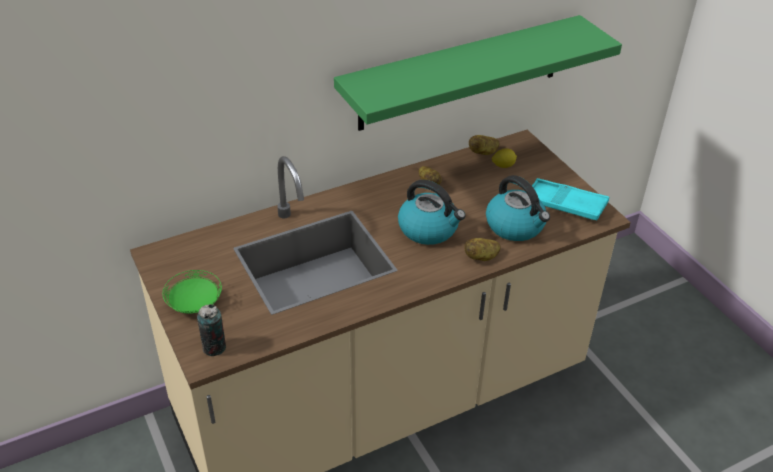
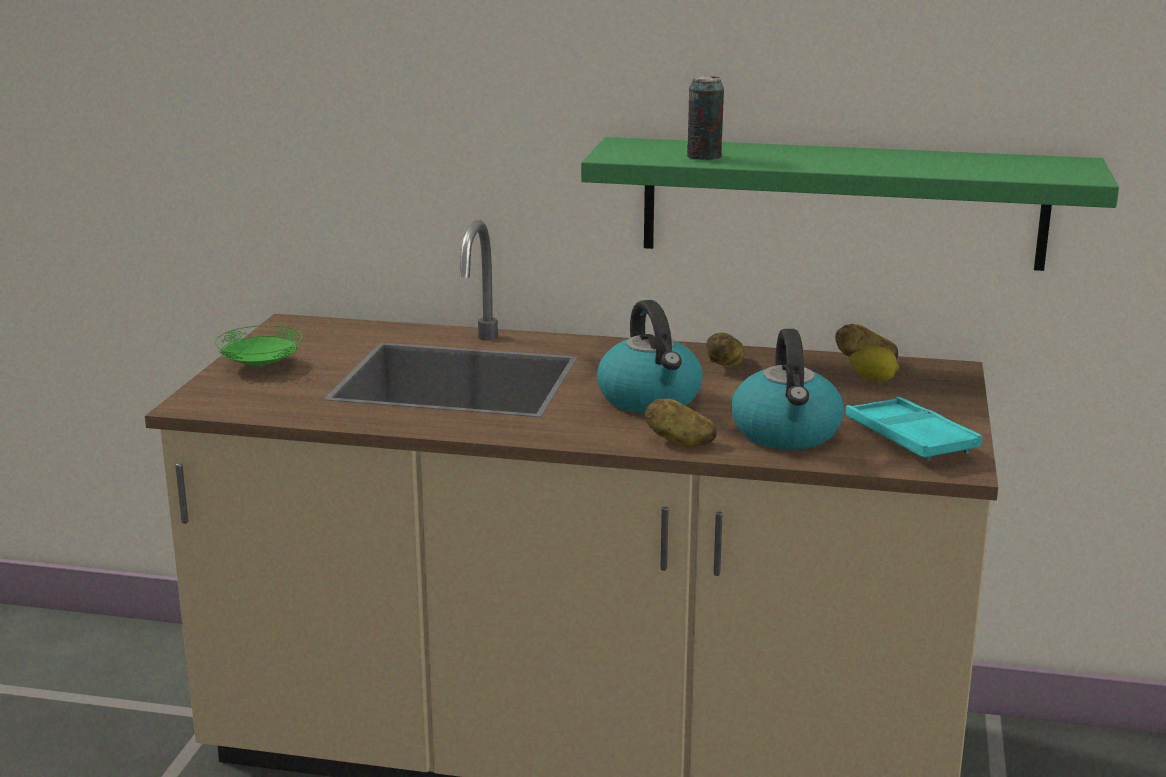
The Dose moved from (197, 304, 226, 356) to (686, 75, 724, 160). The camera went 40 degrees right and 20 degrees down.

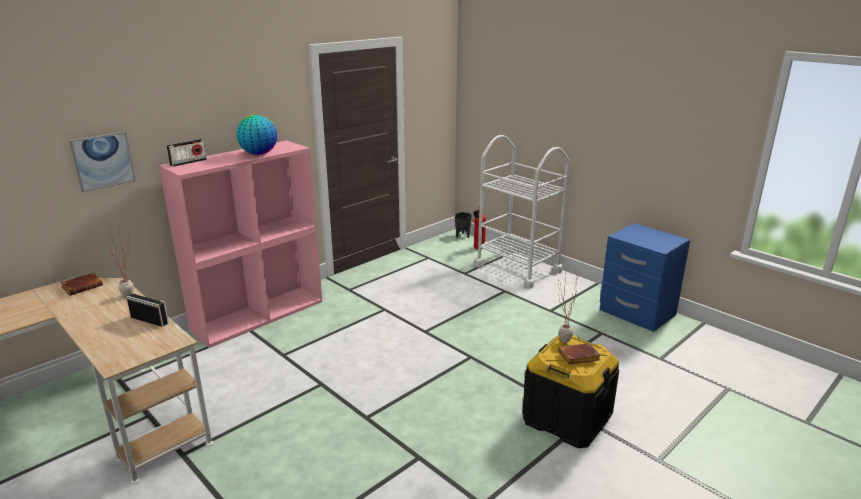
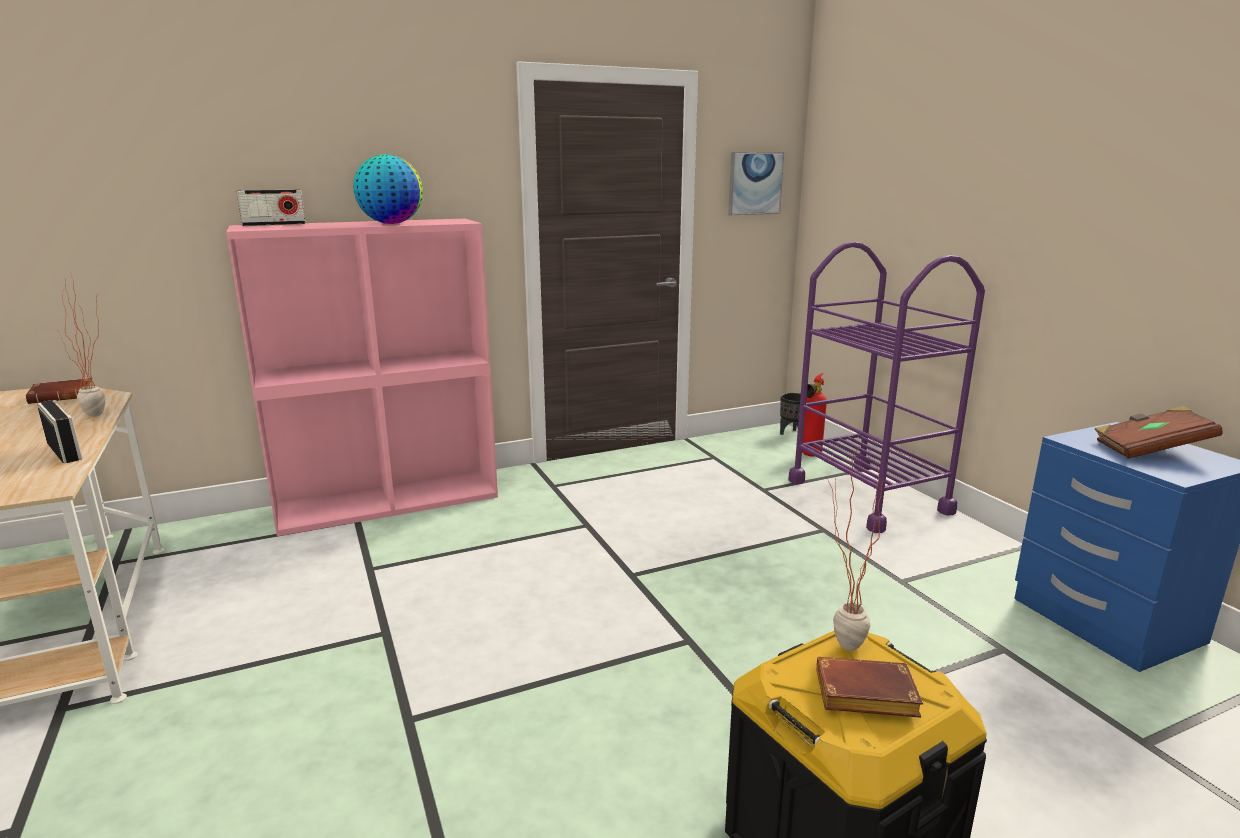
The Buch [braun] at (1094, 406, 1222, 459) appeared. The Bild moved from (69, 132, 136, 192) to (728, 152, 784, 215). The Rollwagen [weiß] at (475, 135, 570, 289) became the Rollwagen [lila] at (788, 242, 985, 533). The camera went 20 degrees right and 5 degrees down.

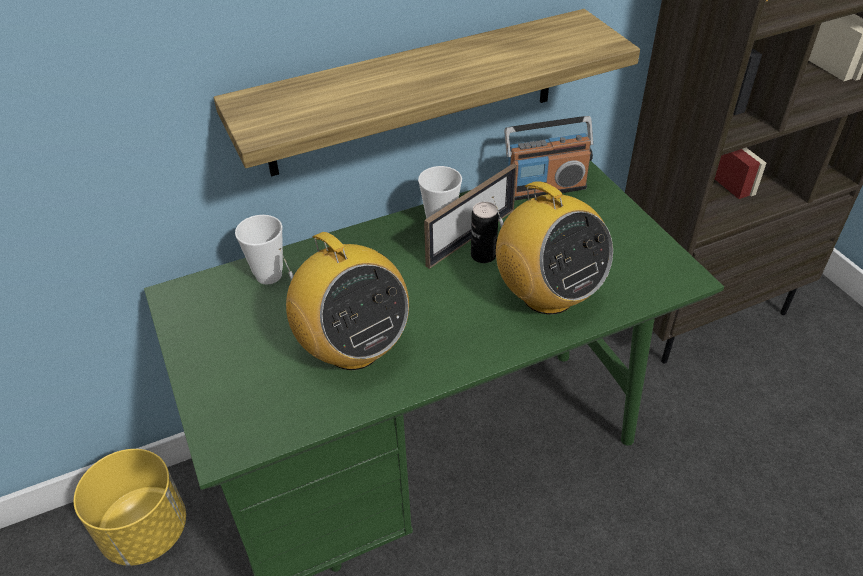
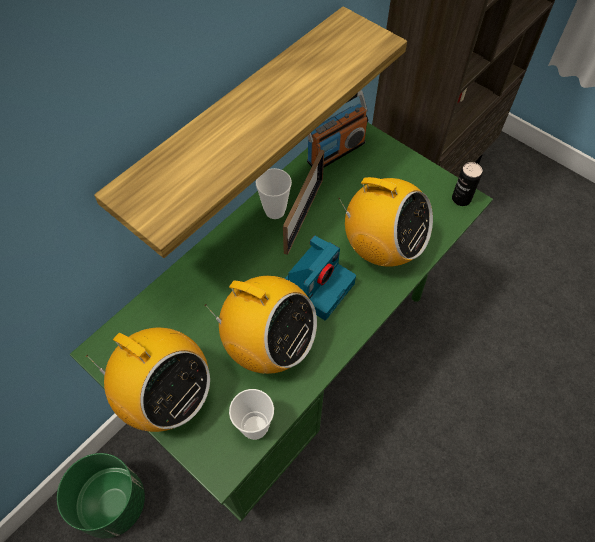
The Radio at (86, 327, 210, 432) appeared. The Kamera at (285, 235, 356, 320) appeared. The Tasse moved from (235, 215, 283, 285) to (229, 389, 274, 440). The Dose moved from (471, 202, 499, 263) to (452, 162, 482, 206). The Pflanzkübel [gelb] at (74, 449, 186, 566) became the Pflanzkübel [grün] at (57, 453, 145, 539). The camera went 25 degrees left and 15 degrees up.

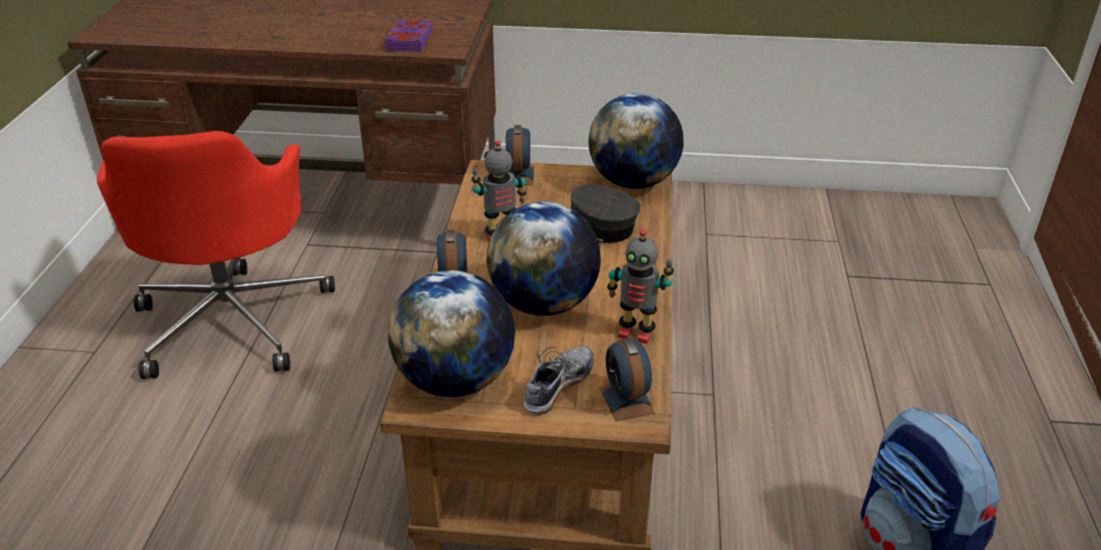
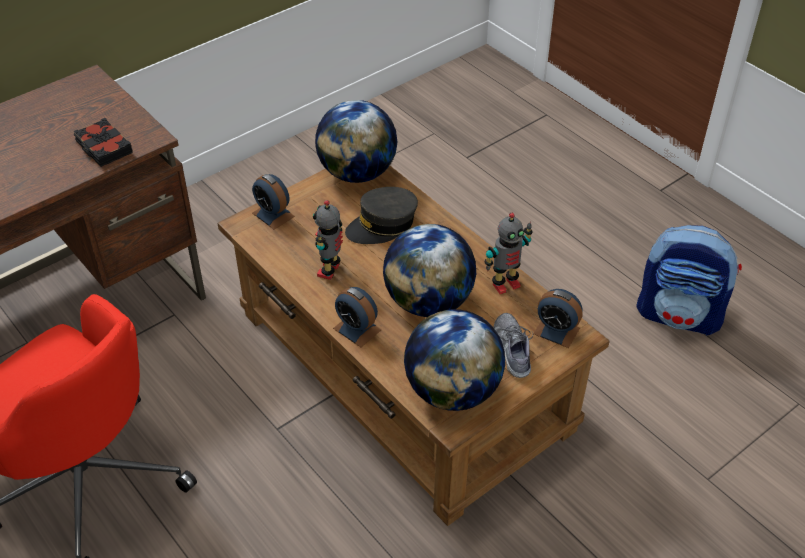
The Buch [lila] at (385, 19, 432, 52) became the Buch [schwarz] at (73, 118, 133, 167). The camera went 45 degrees left and 10 degrees up.

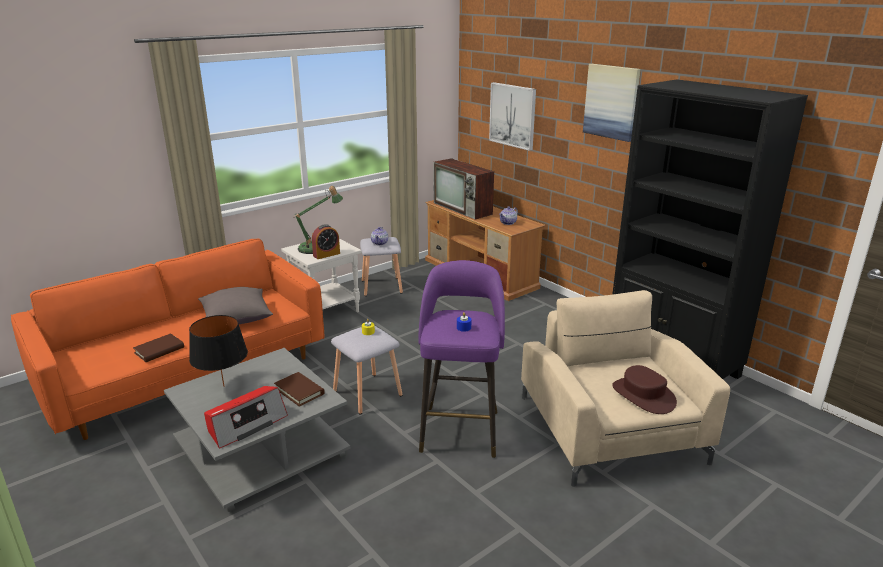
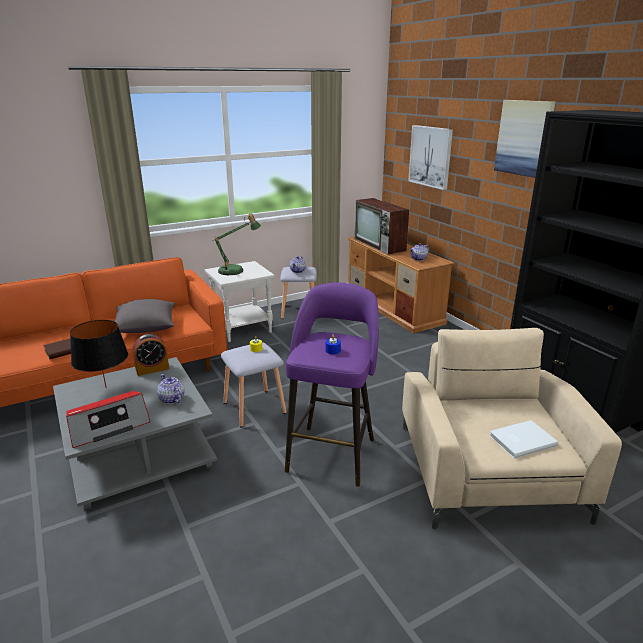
The Wecker moved from (312, 224, 340, 259) to (133, 334, 169, 376). The Buch [braun] at (274, 372, 325, 407) was replaced by the Teekanne at (157, 374, 185, 404). The Hut [braun] at (612, 365, 677, 414) was replaced by the Buch [weiß] at (489, 420, 558, 459). The camera went 10 degrees right and 0 degrees up.

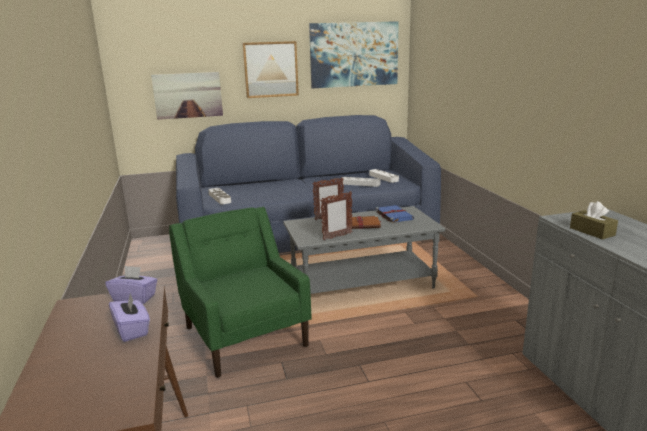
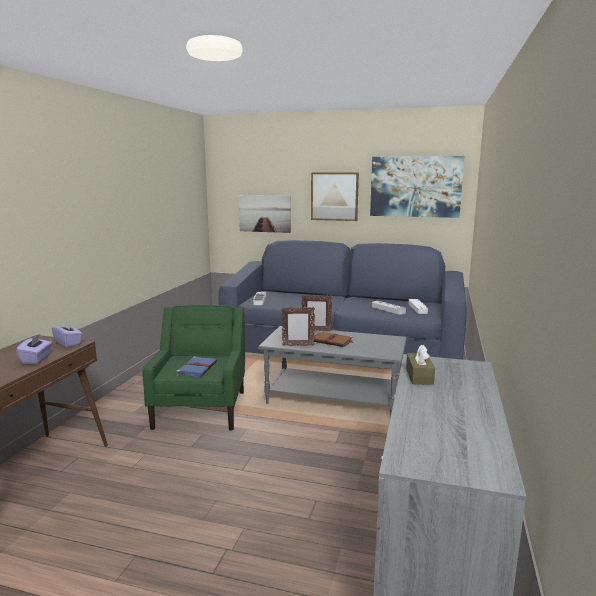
The Buch [blau] moved from (376, 205, 414, 223) to (177, 356, 217, 377). The camera went 30 degrees right and 5 degrees down.

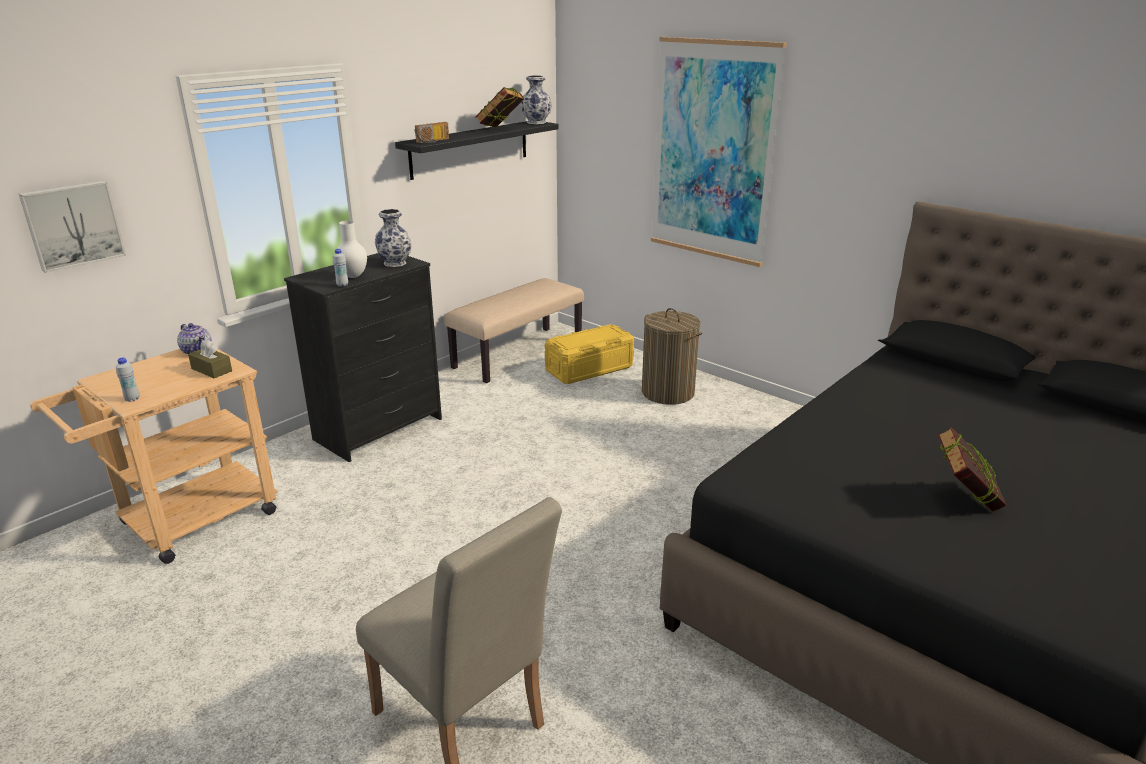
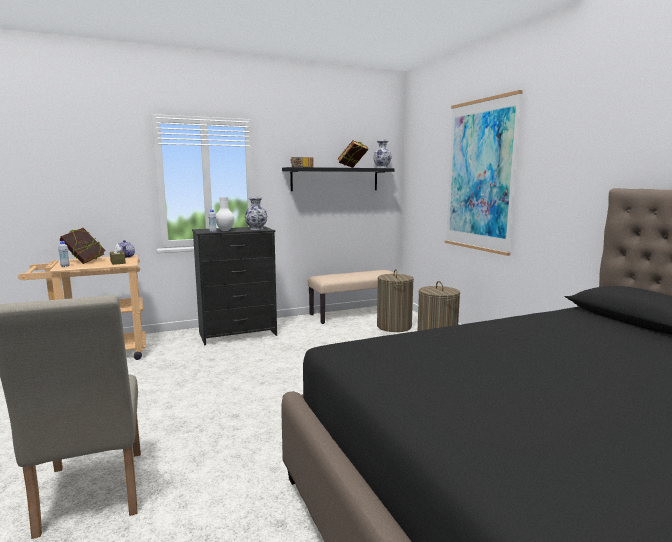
The Bild at (19, 181, 126, 273) disappeared. The Buch moved from (938, 427, 1006, 512) to (60, 228, 106, 264). The Aufbewahrungsbox [gelb] at (545, 324, 634, 384) was replaced by the Wäschekorb at (377, 269, 414, 332). The camera went 25 degrees right and 15 degrees down.

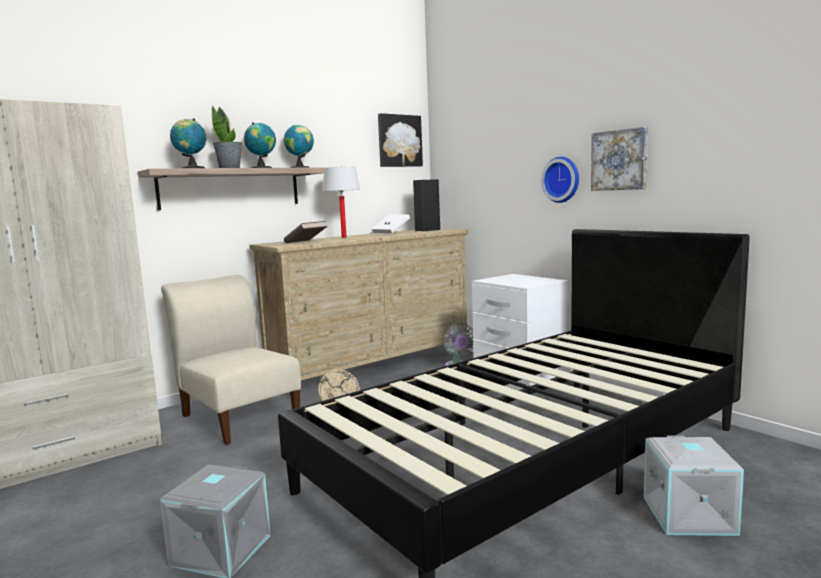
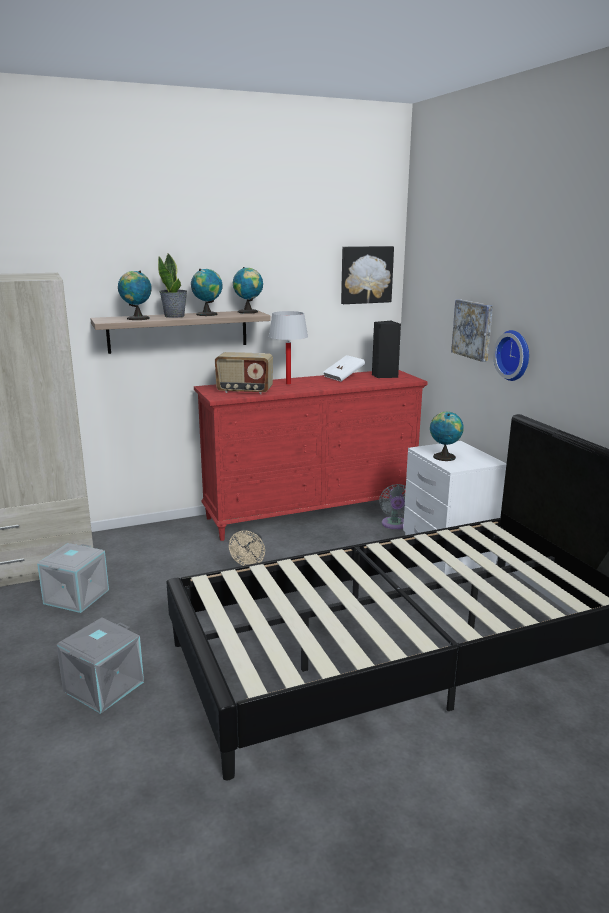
The Stuhl [beige] at (161, 275, 301, 445) disappeared. The Globus at (430, 412, 464, 461) appeared. The Bild moved from (591, 127, 648, 191) to (451, 300, 493, 362). The Aufbewahrungsbox [grau] moved from (644, 435, 744, 536) to (37, 543, 109, 613). The Buch [braun] at (284, 221, 328, 243) was replaced by the Radio at (215, 352, 273, 394). The Kommode [beige] at (249, 228, 469, 380) became the Kommode [rot] at (194, 370, 428, 541). The camera went 15 degrees right and 10 degrees up.

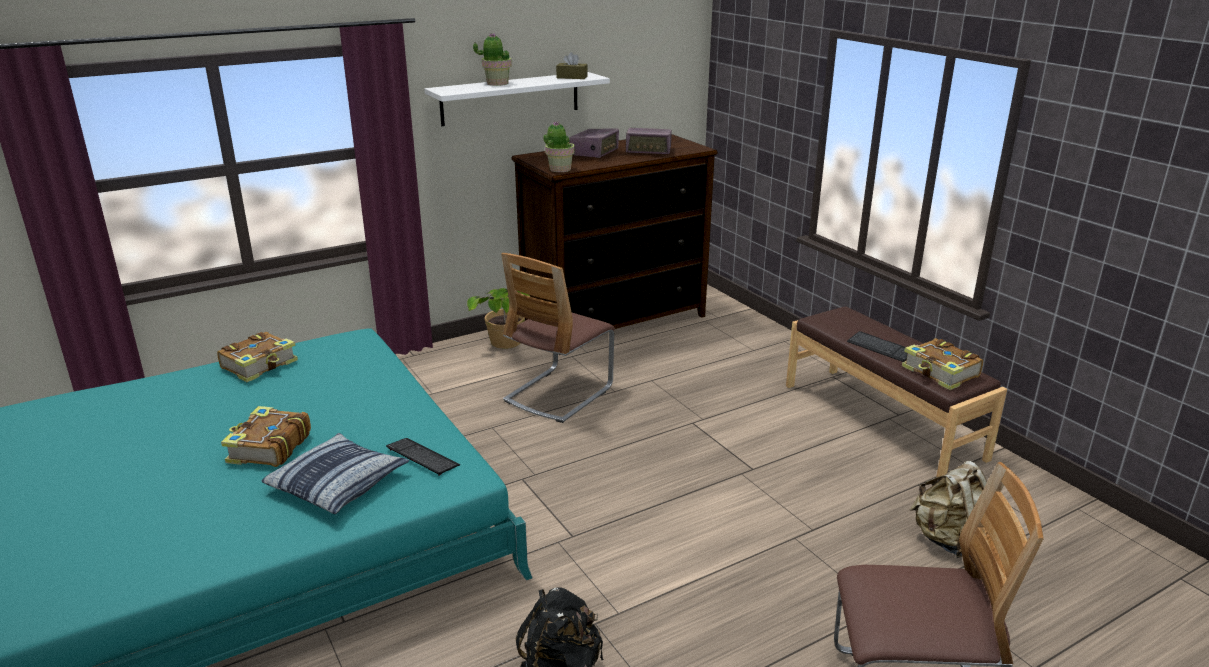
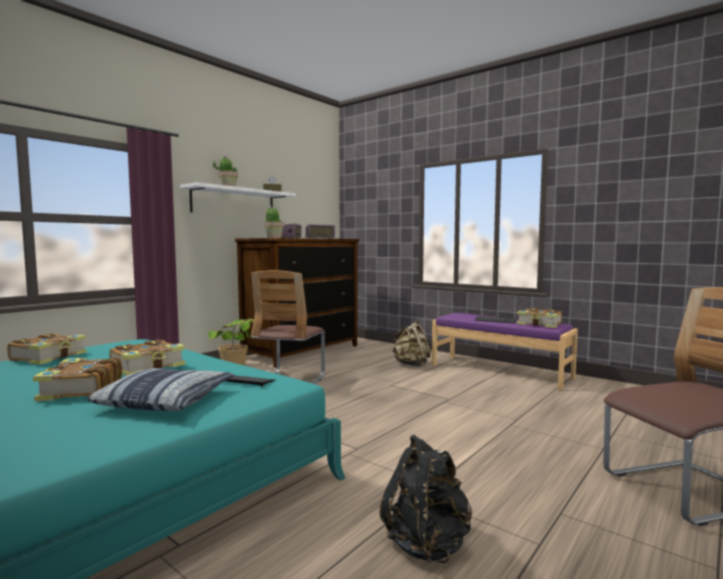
The Buch at (109, 340, 186, 376) appeared. The Rucksack [beige] moved from (909, 461, 987, 558) to (392, 321, 431, 367). The Bank [braun] at (786, 306, 1007, 477) became the Bank [lila] at (432, 313, 578, 390). The camera went 20 degrees left and 20 degrees down.

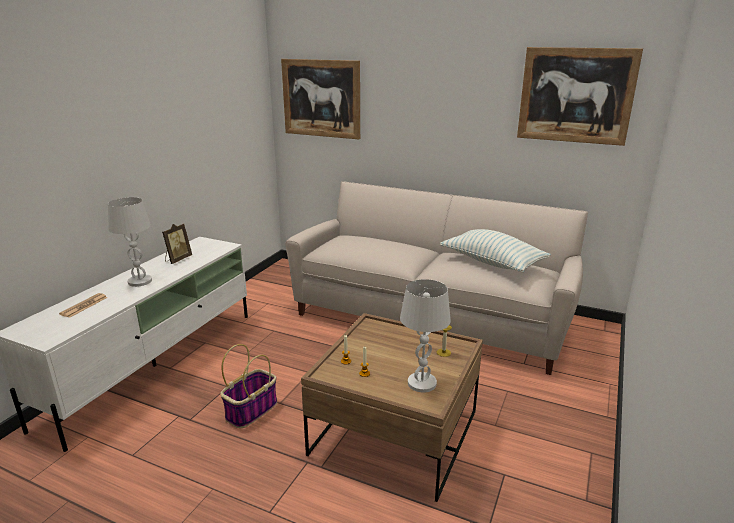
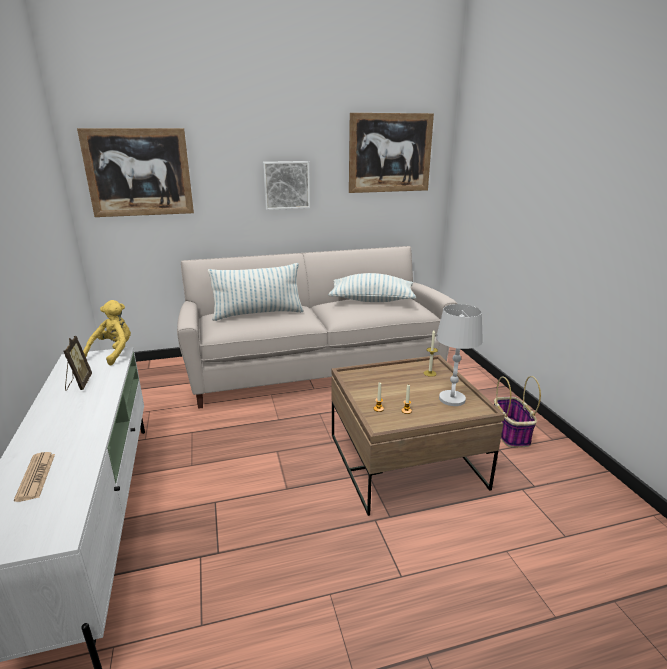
The Tischlampe [weiß] at (108, 197, 152, 287) disappeared. The Plüschtier [gelb] at (83, 300, 131, 366) appeared. The Kissen at (208, 263, 304, 321) appeared. The Bild at (263, 161, 310, 210) appeared. The Korb moved from (220, 344, 277, 428) to (494, 376, 541, 447). The camera went 40 degrees left and 0 degrees up.

